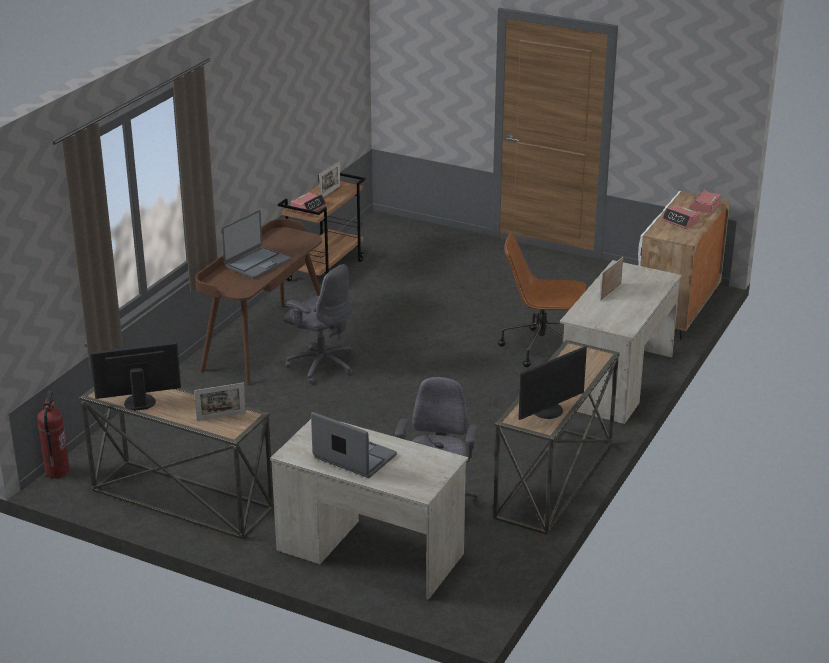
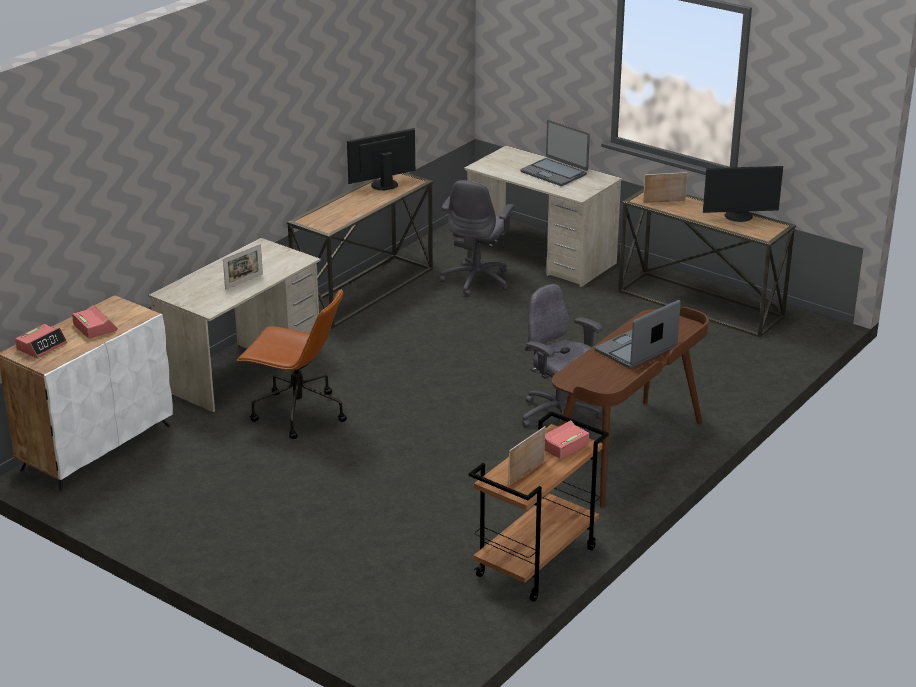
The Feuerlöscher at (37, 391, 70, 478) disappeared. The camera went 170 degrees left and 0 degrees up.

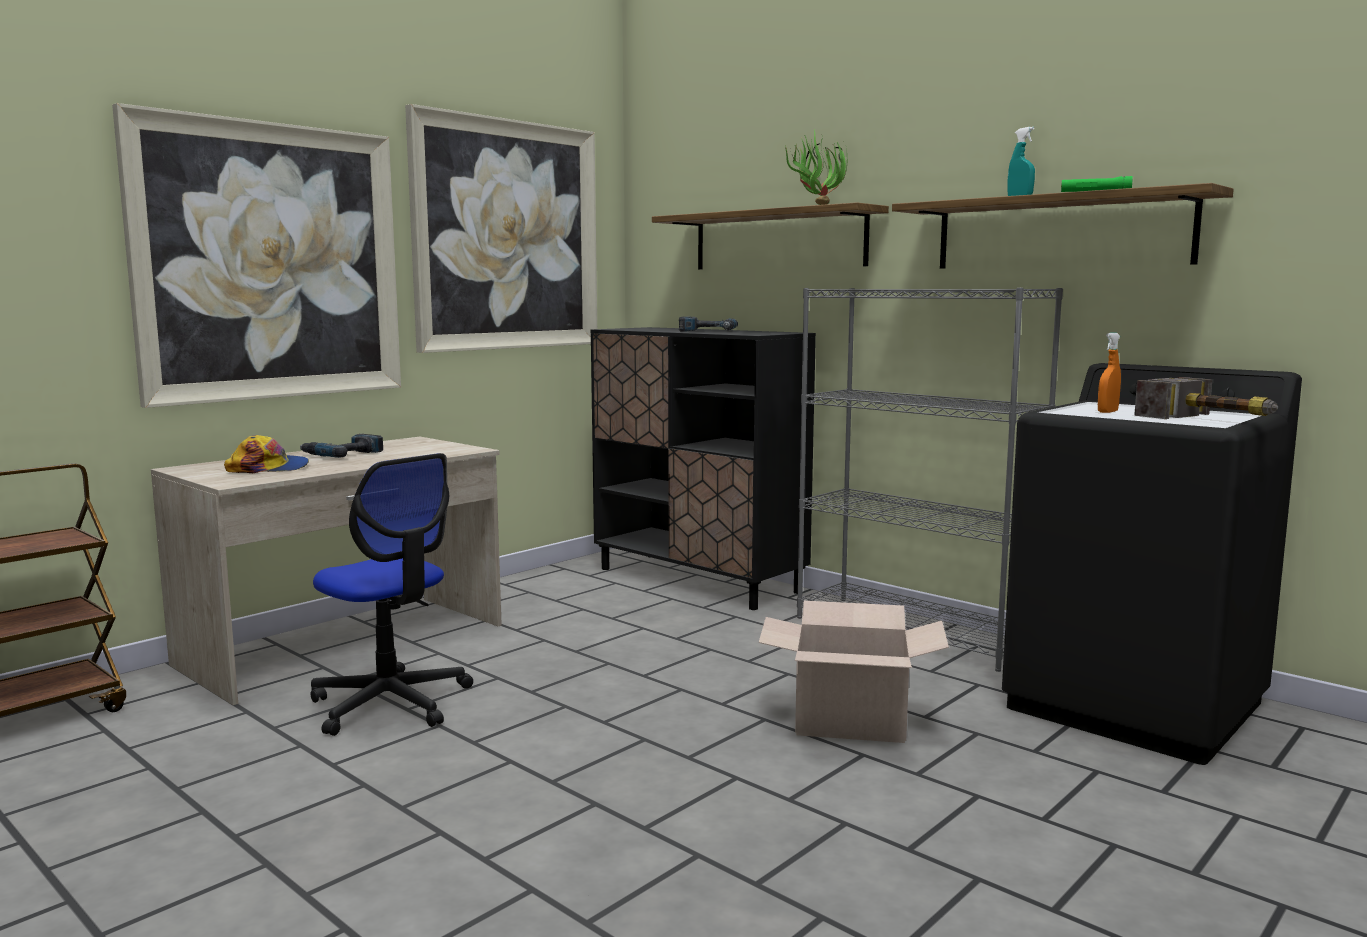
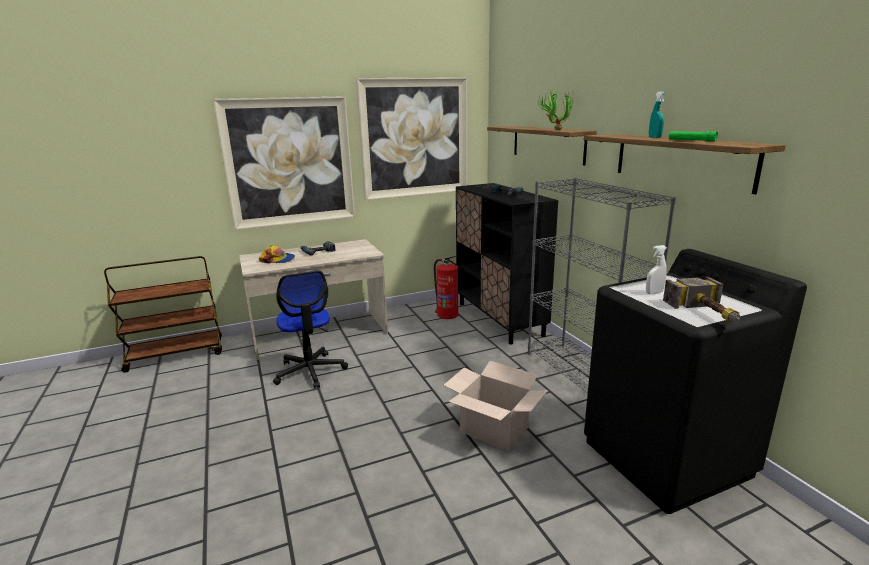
The Feuerlöscher at (434, 256, 459, 319) appeared. The Sprühflasche [orange] at (1098, 333, 1121, 413) became the Sprühflasche [weiß] at (646, 245, 667, 294). The camera went 25 degrees right and 10 degrees up.

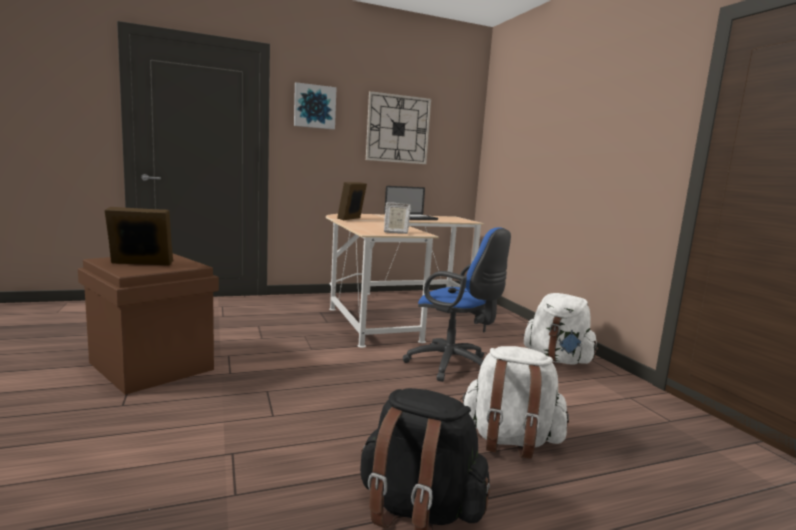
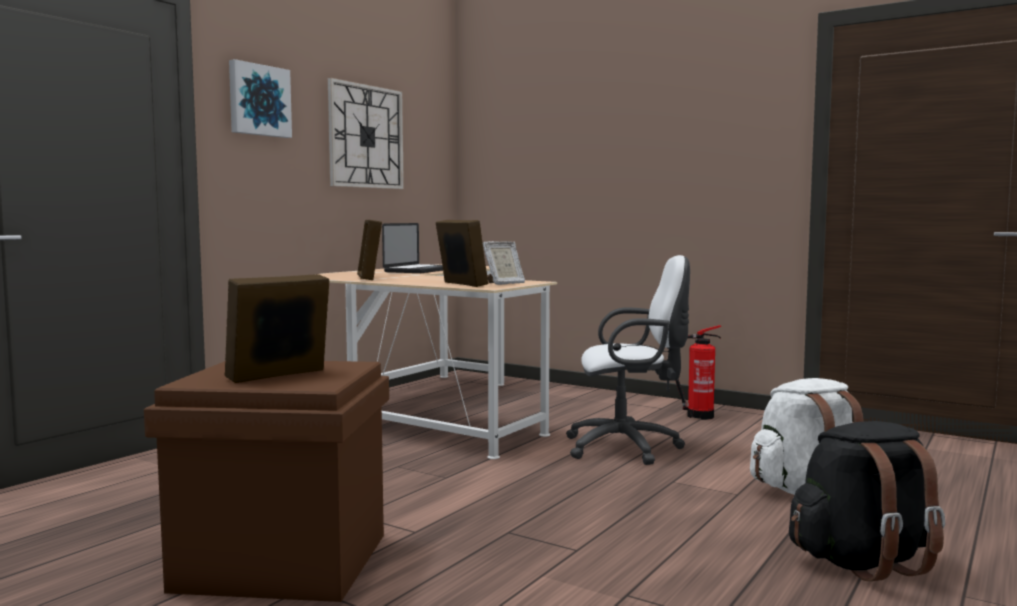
The Bilderrahmen at (436, 220, 488, 287) appeared. The Rucksack [weiß] at (524, 293, 598, 364) was replaced by the Feuerlöscher at (675, 325, 721, 420). The Bürostuhl [blau] at (403, 227, 511, 382) became the Bürostuhl [weiß] at (566, 255, 690, 465). The camera went 35 degrees left and 5 degrees down.

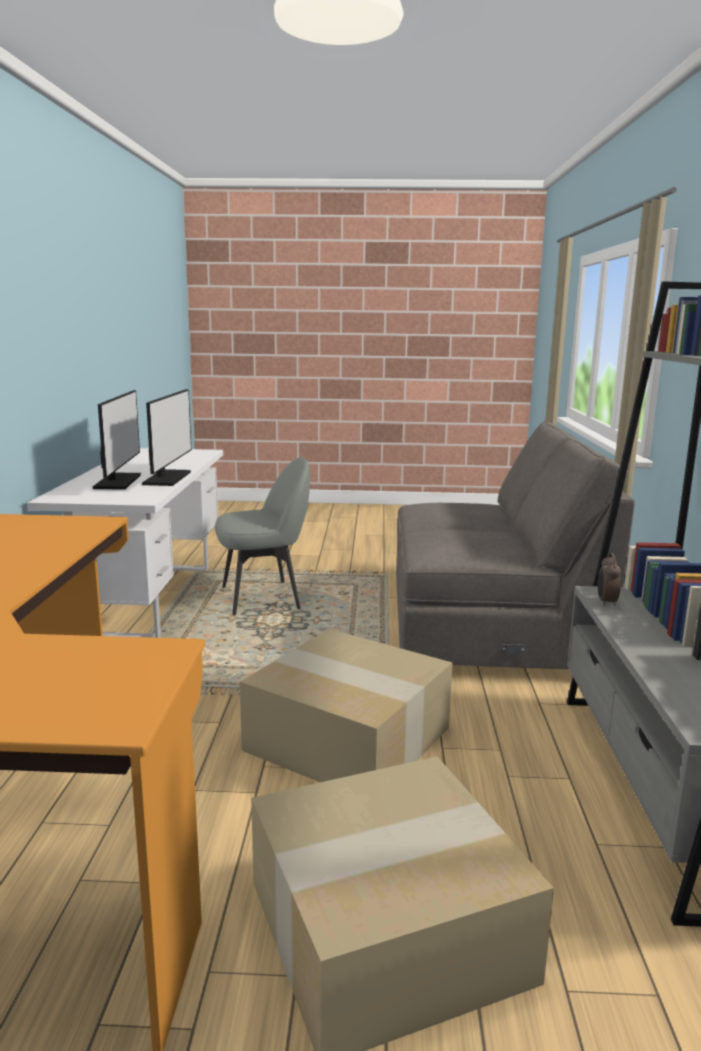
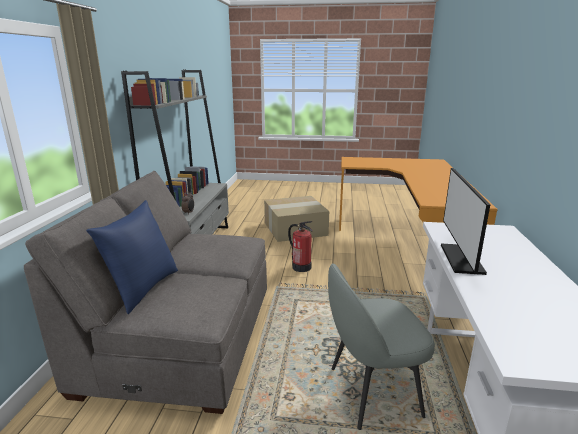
The Monitor at (93, 390, 141, 489) disappeared. The Kissen [blau] at (86, 200, 178, 314) appeared. The Karton at (240, 629, 453, 782) was replaced by the Feuerlöscher at (288, 221, 313, 272). The camera went 175 degrees left and 5 degrees up.

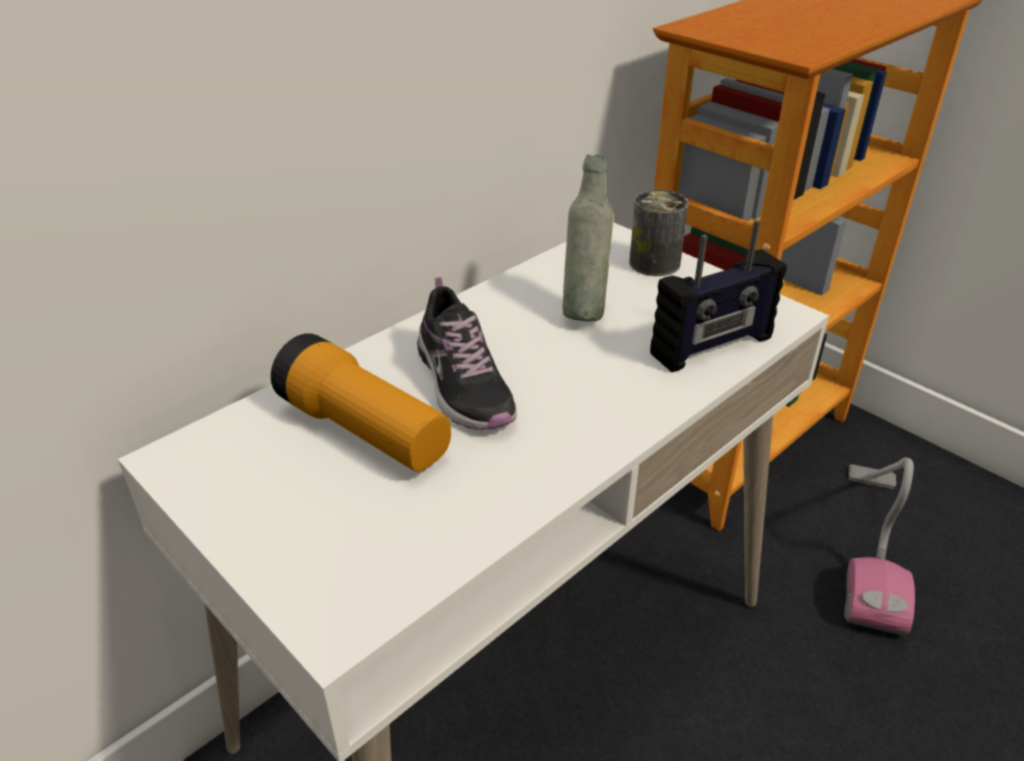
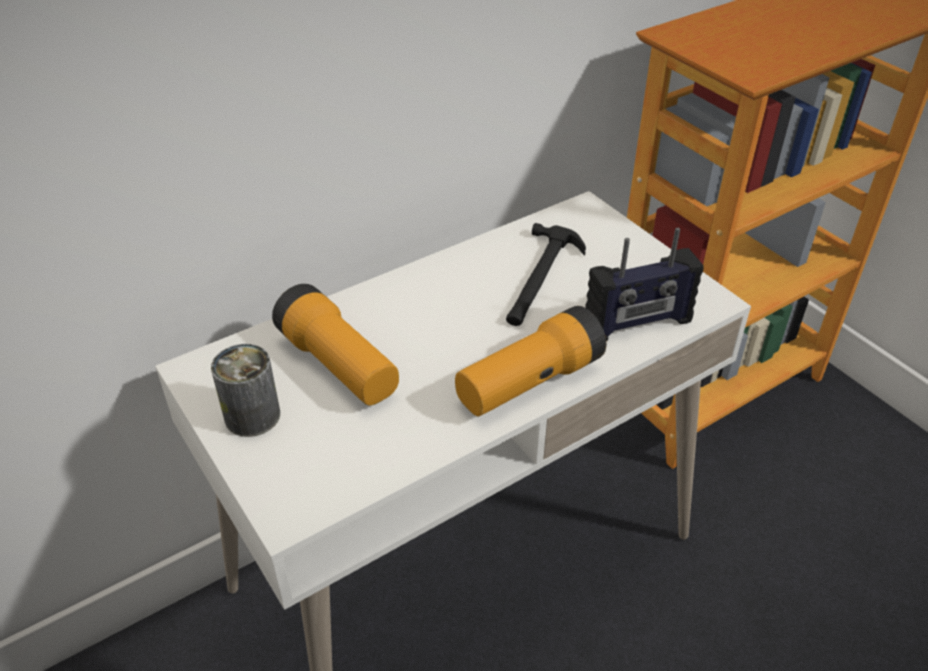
The Schuh at (417, 277, 517, 430) disappeared. The Staubsauger at (844, 458, 915, 636) disappeared. The Taschenlampe at (455, 306, 606, 416) appeared. The Dose moved from (629, 190, 688, 276) to (211, 344, 280, 437). The Flasche [grau] at (563, 154, 613, 321) was replaced by the Hammer at (506, 223, 586, 326). The camera went 10 degrees right and 5 degrees up.

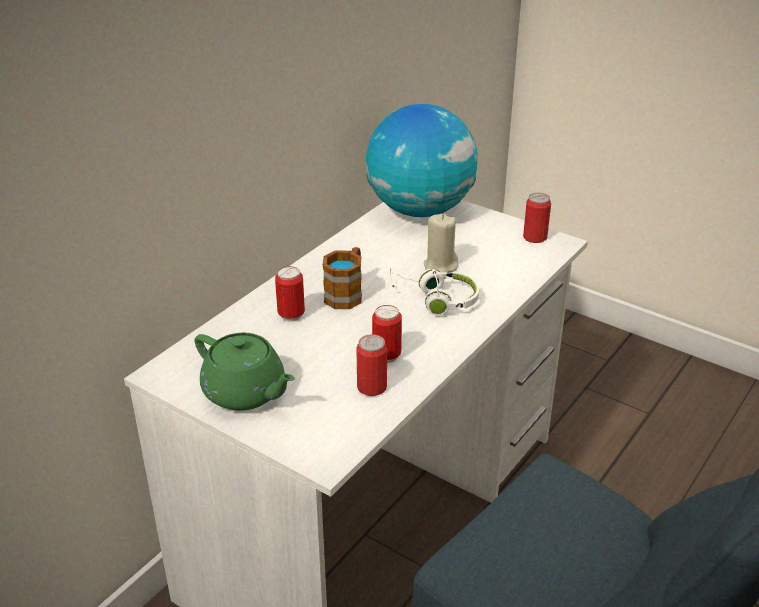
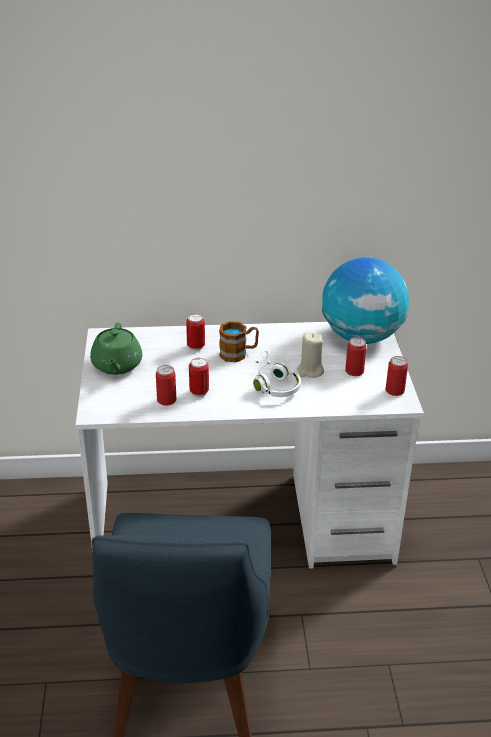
The Dose at (345, 337, 367, 376) appeared. The camera went 50 degrees right and 0 degrees up.

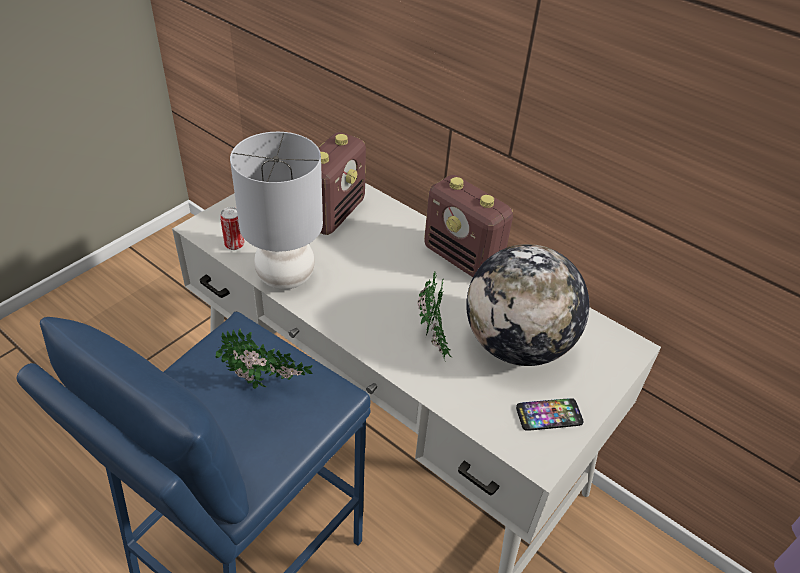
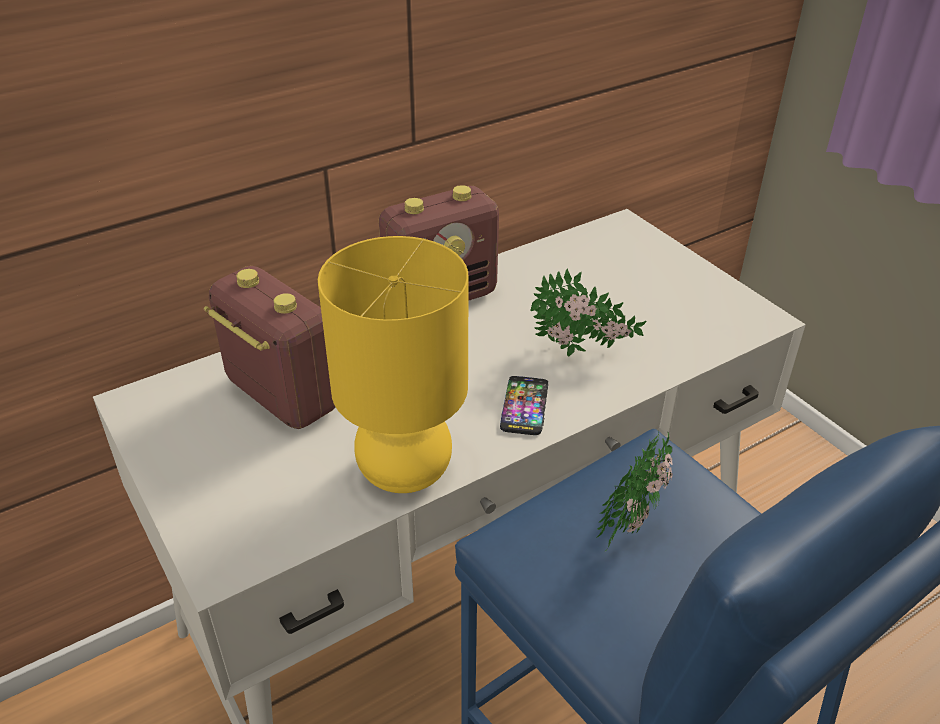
The Dose at (220, 207, 245, 250) disappeared. The Globus at (466, 244, 589, 366) disappeared. The Handy moved from (516, 398, 584, 431) to (500, 376, 548, 435). The Tischlampe [grau] at (230, 132, 323, 289) became the Tischlampe [gelb] at (318, 236, 469, 493). The camera went 70 degrees left and 5 degrees down.

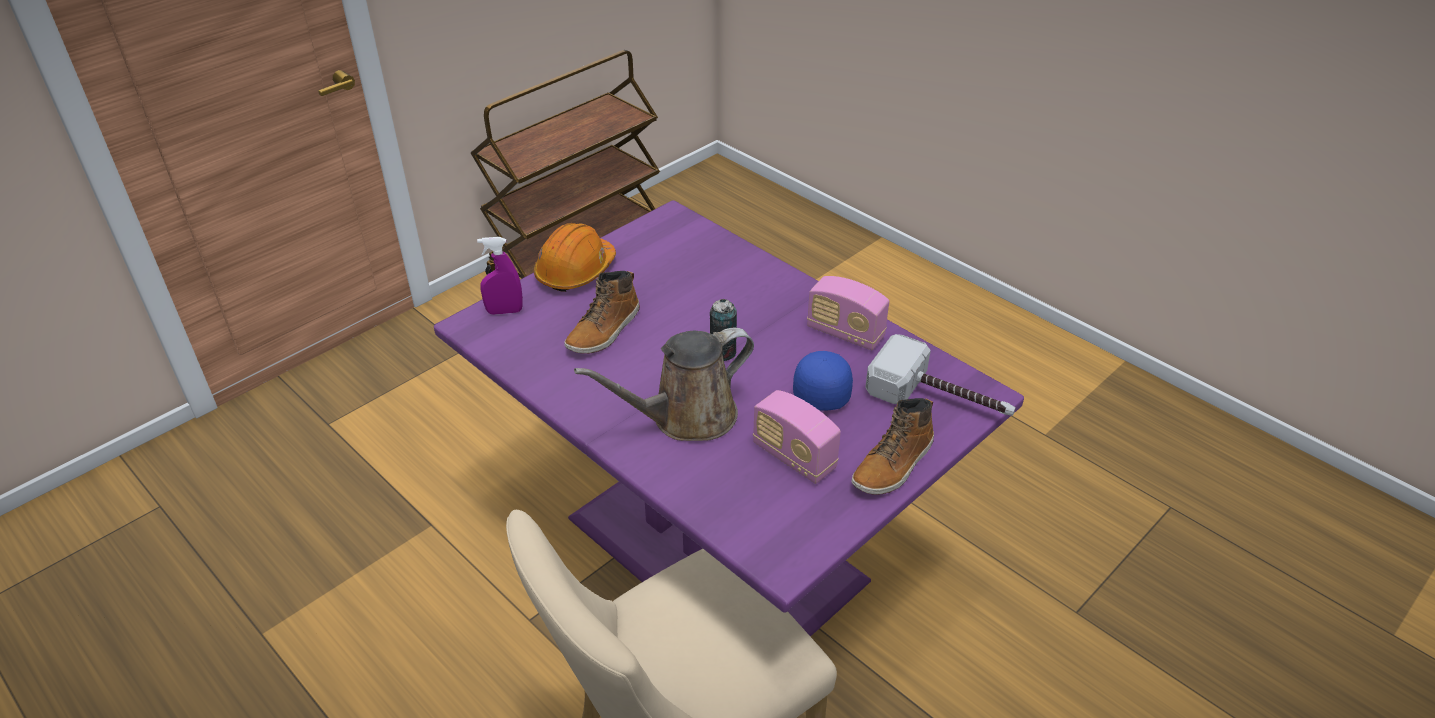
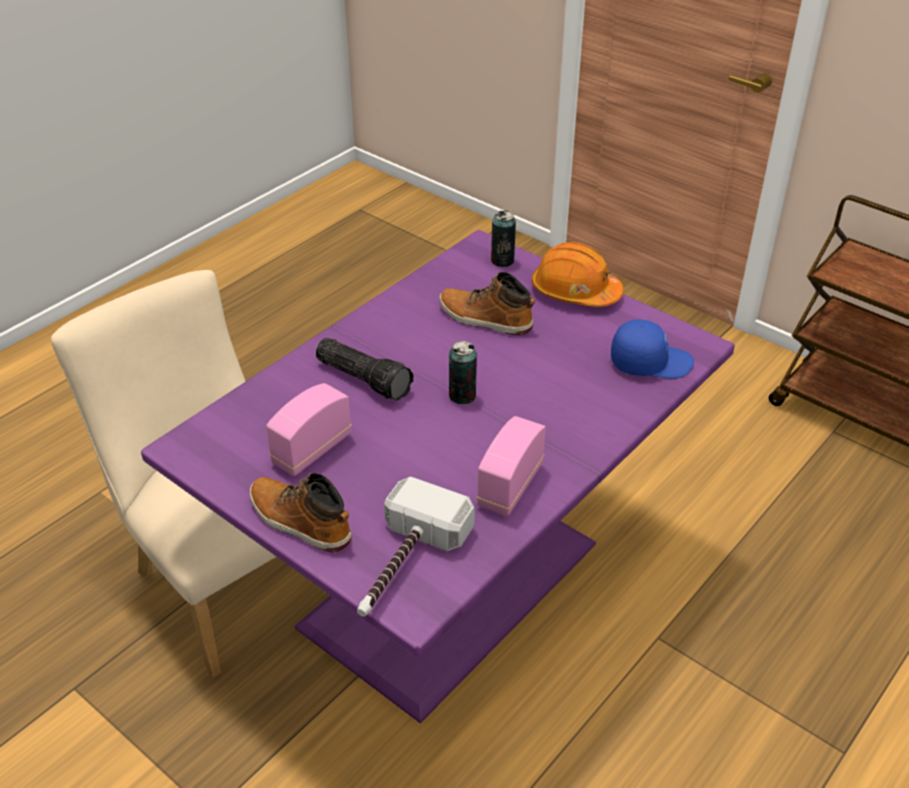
The Kappe [blau] moved from (793, 351, 853, 410) to (611, 319, 694, 379). The Sprühflasche [lila] at (477, 237, 523, 315) was replaced by the Dose at (491, 210, 516, 267). The Gießkanne [braun] at (574, 328, 754, 441) was replaced by the Taschenlampe at (316, 338, 414, 401). The camera went 85 degrees right and 0 degrees up.

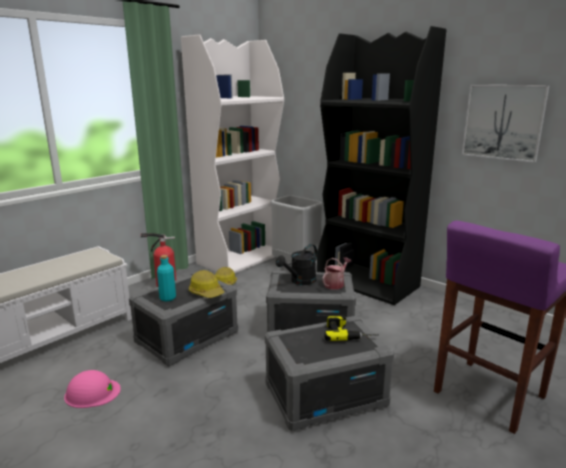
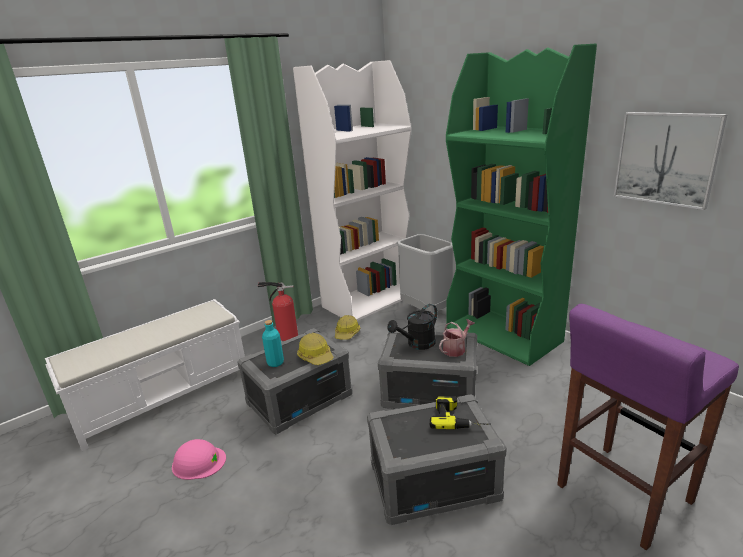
The Bücherregal [schwarz] at (317, 26, 446, 305) became the Bücherregal [grün] at (446, 44, 597, 366). The camera went 10 degrees right and 5 degrees up.

